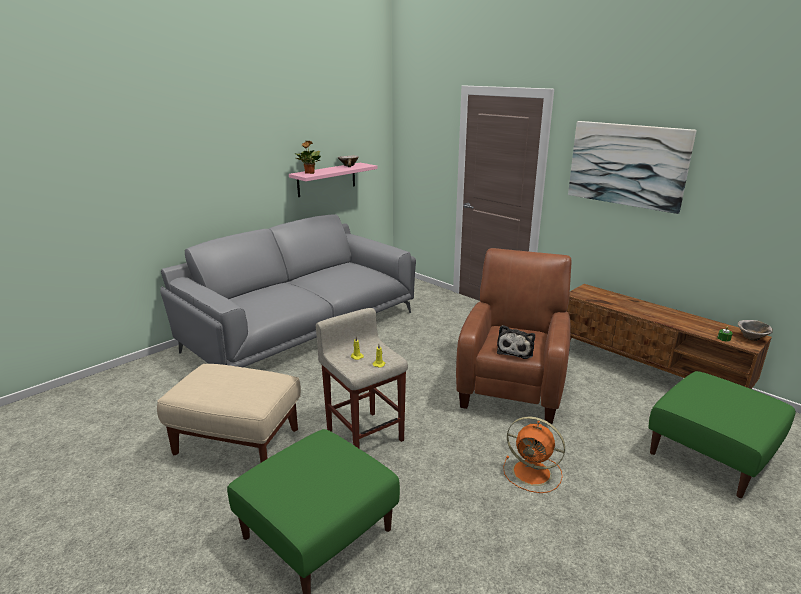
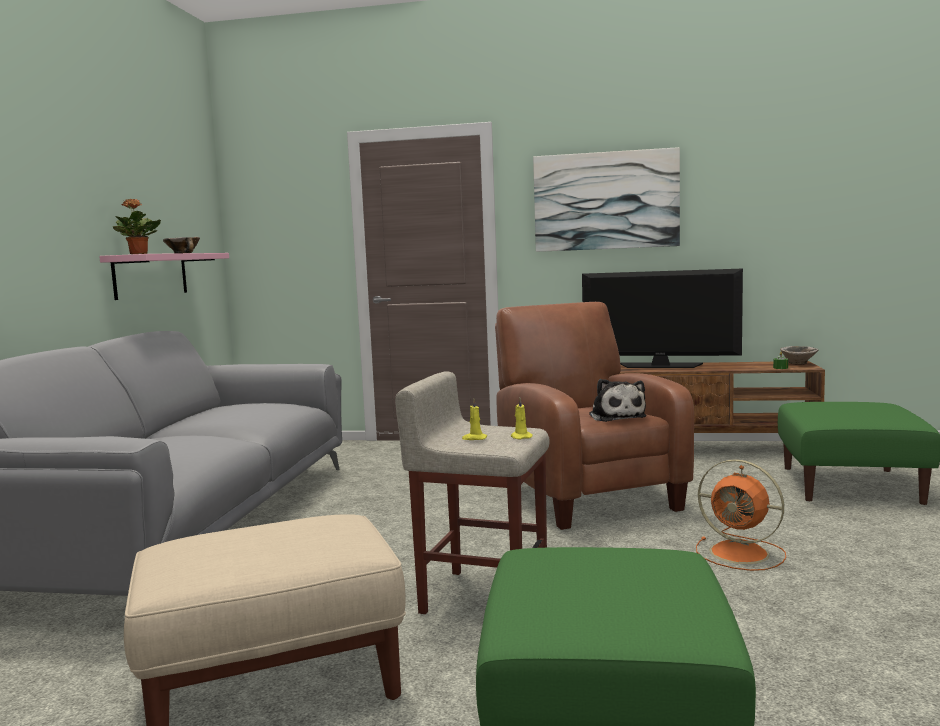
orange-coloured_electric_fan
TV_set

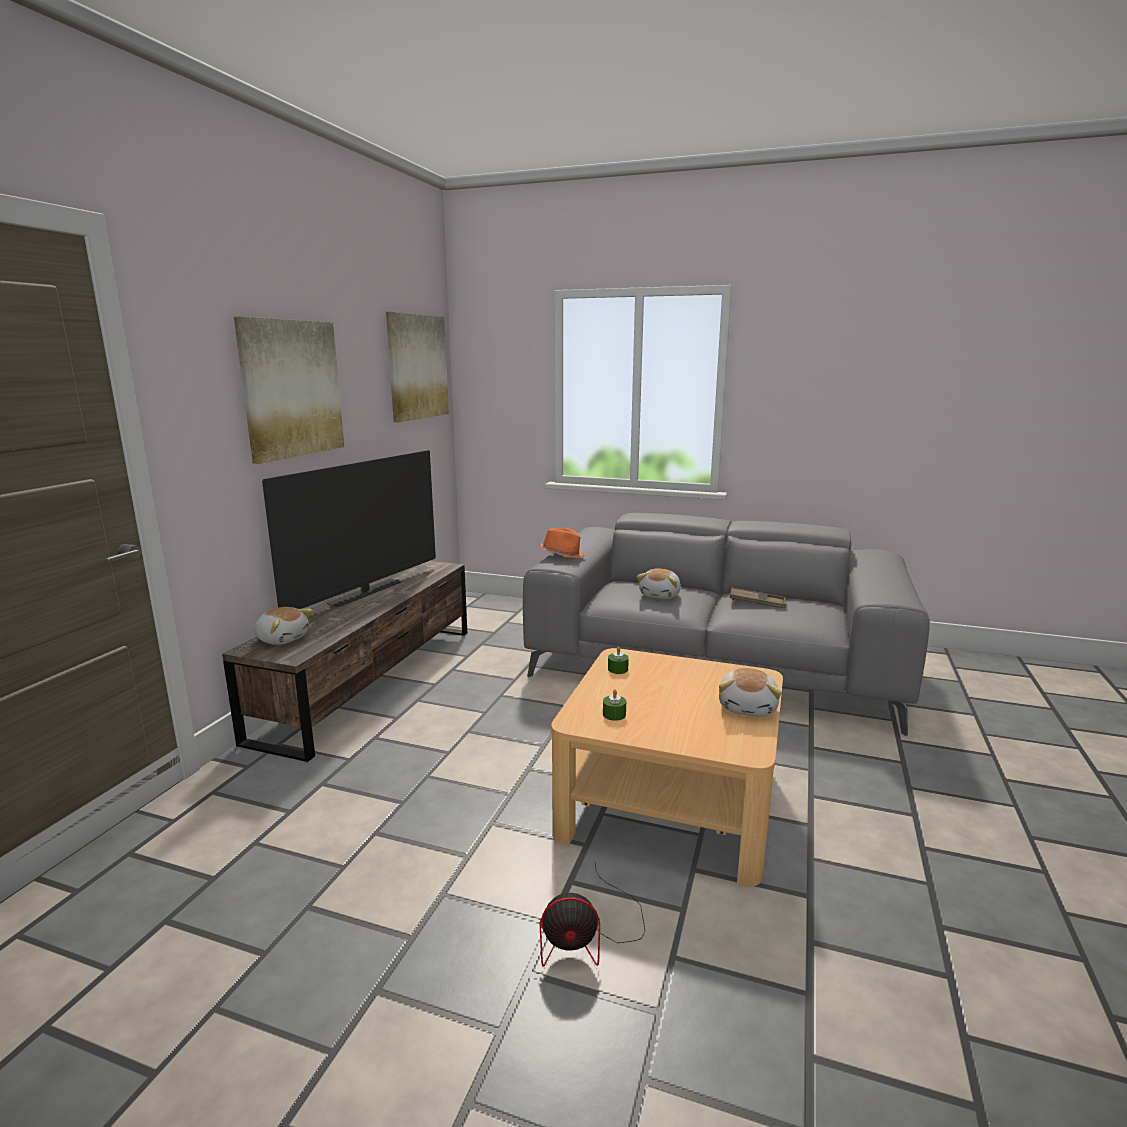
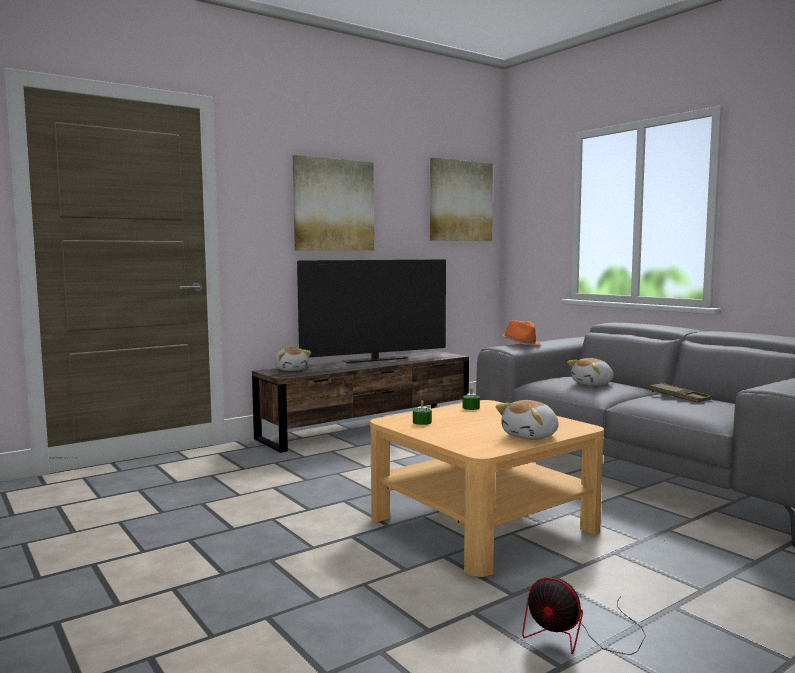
electric_fan

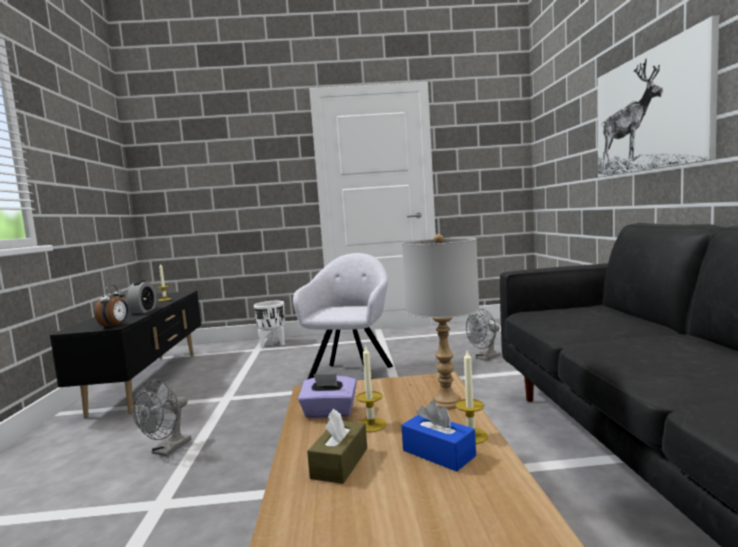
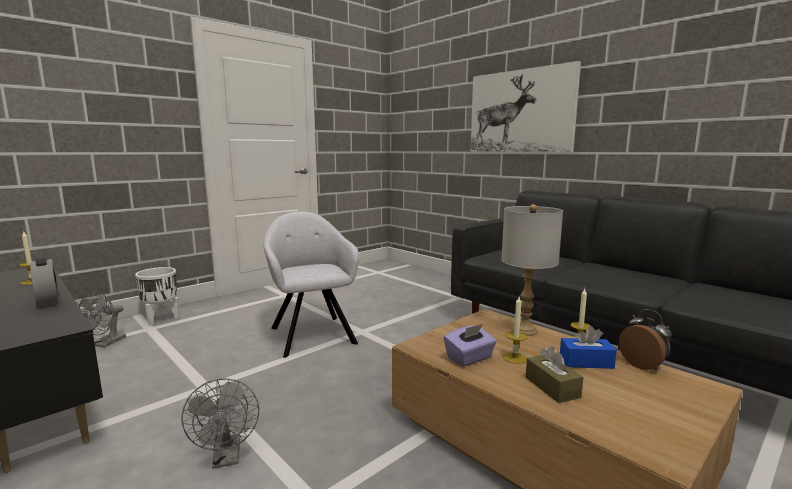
bedside_clock (no. 2 from left)
gray_electric_fan (no. 1 from left)

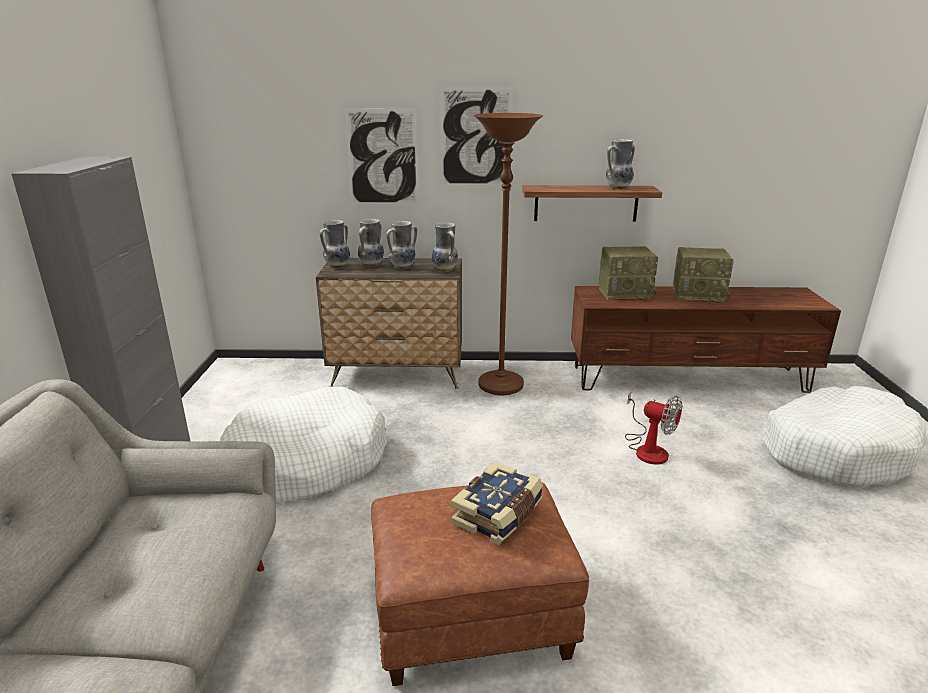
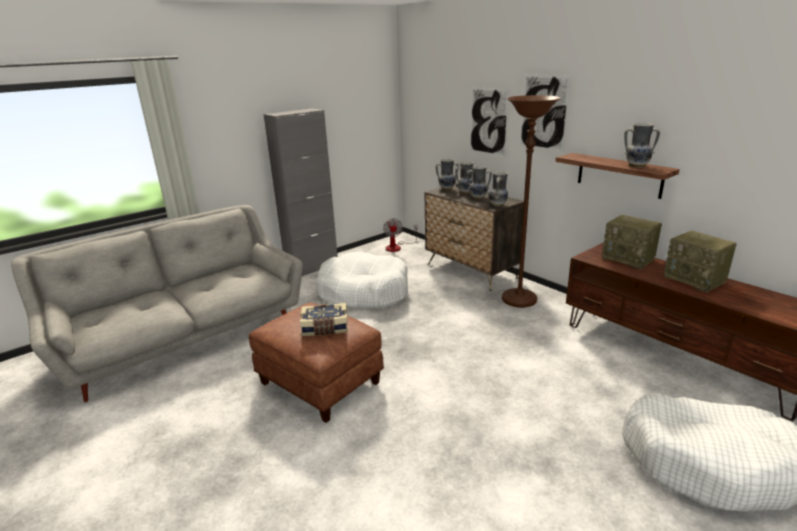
electric_fan

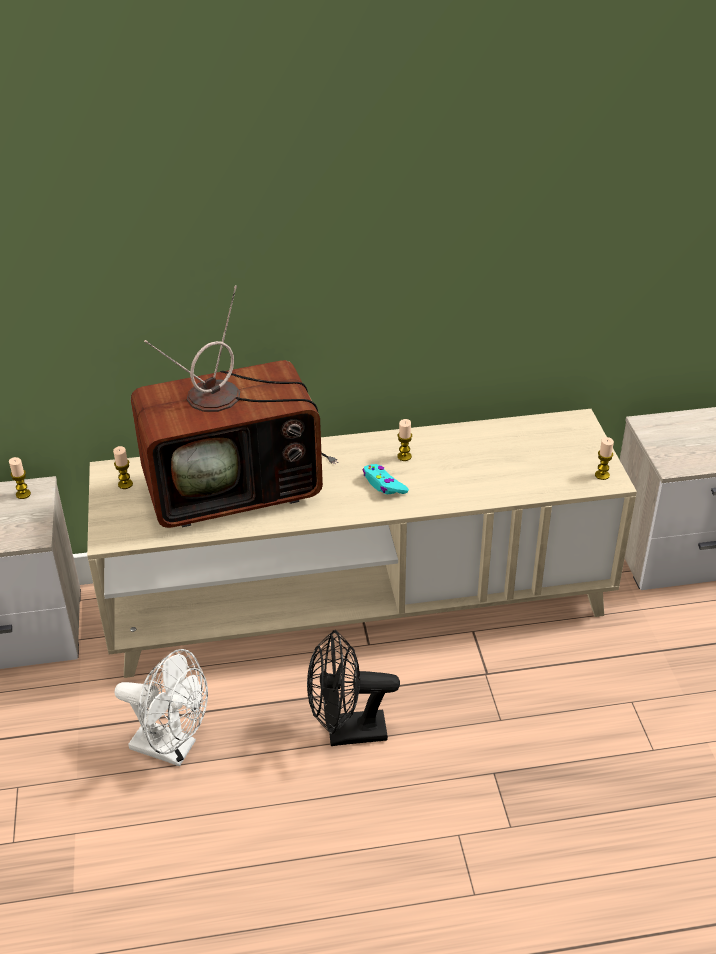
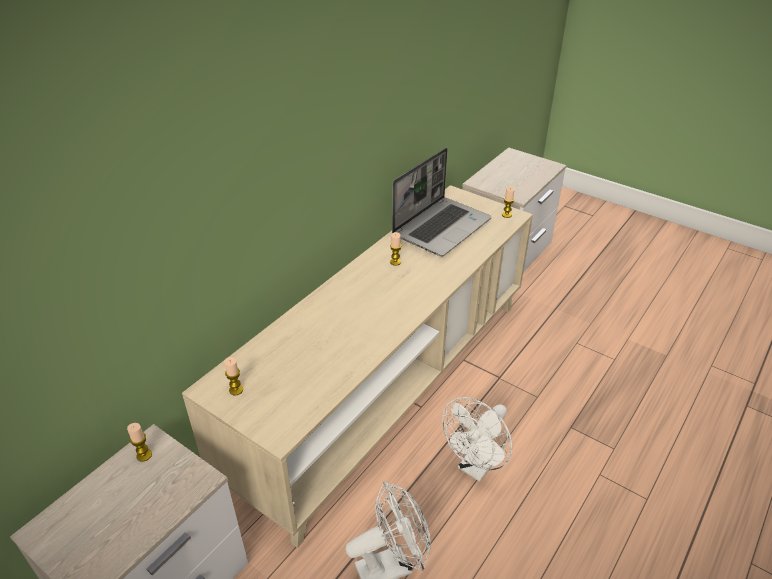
TV_set
white_electric_fan (no. 2 from left)
turquoise_joypad
notebook_computer

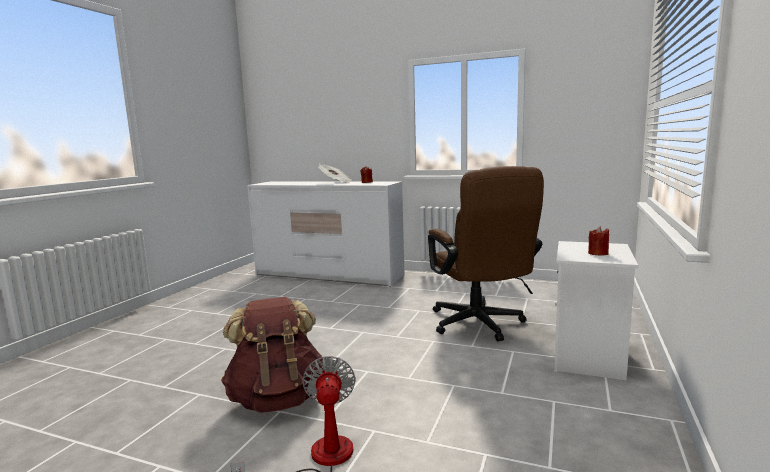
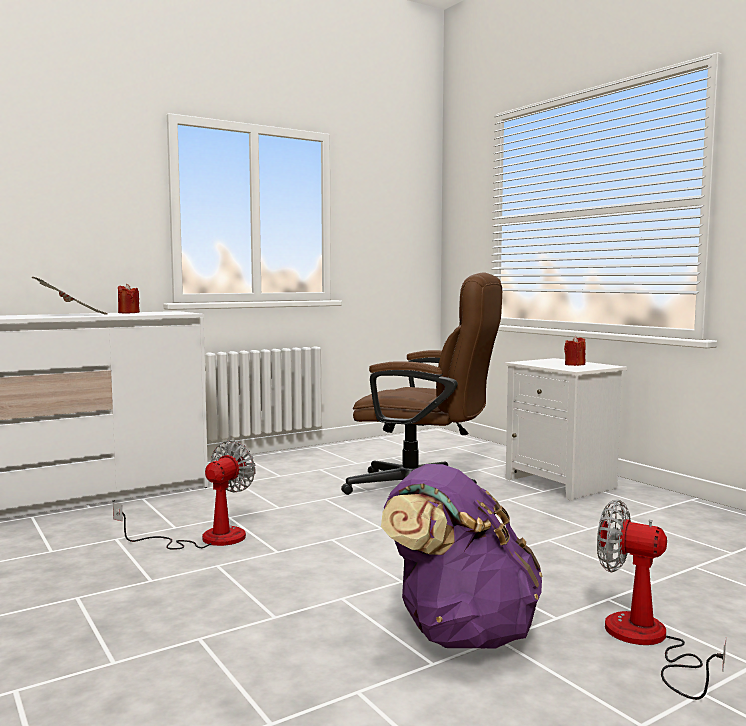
purplish_backpack
electric_fan (no. 1 from left)

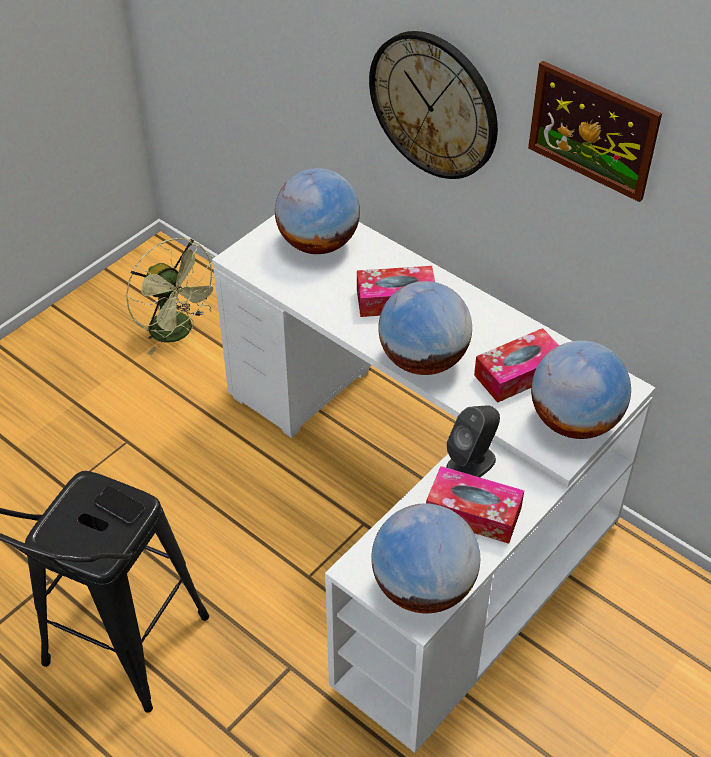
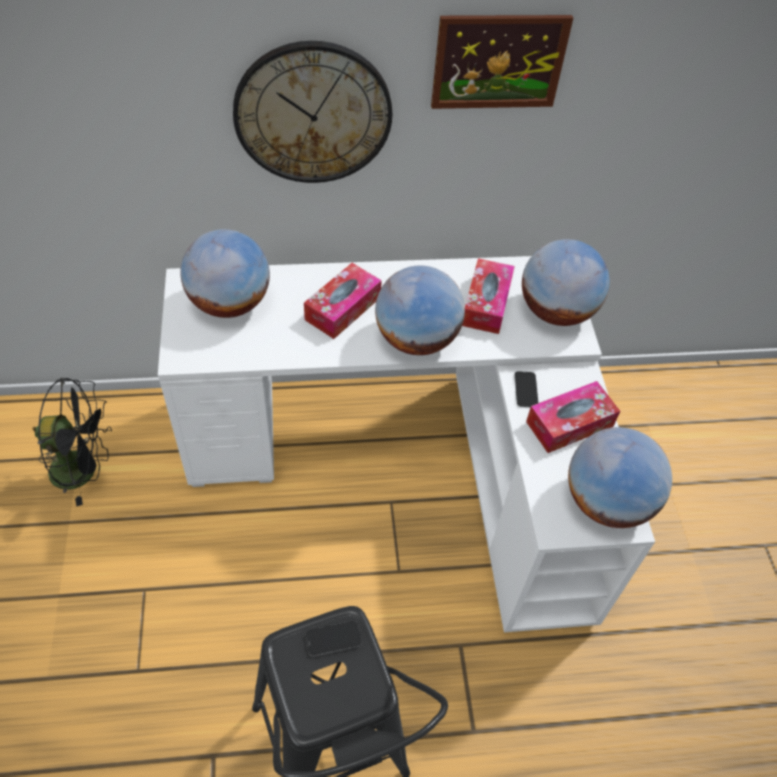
black_electric_fan
telephone (no. 2 from left)

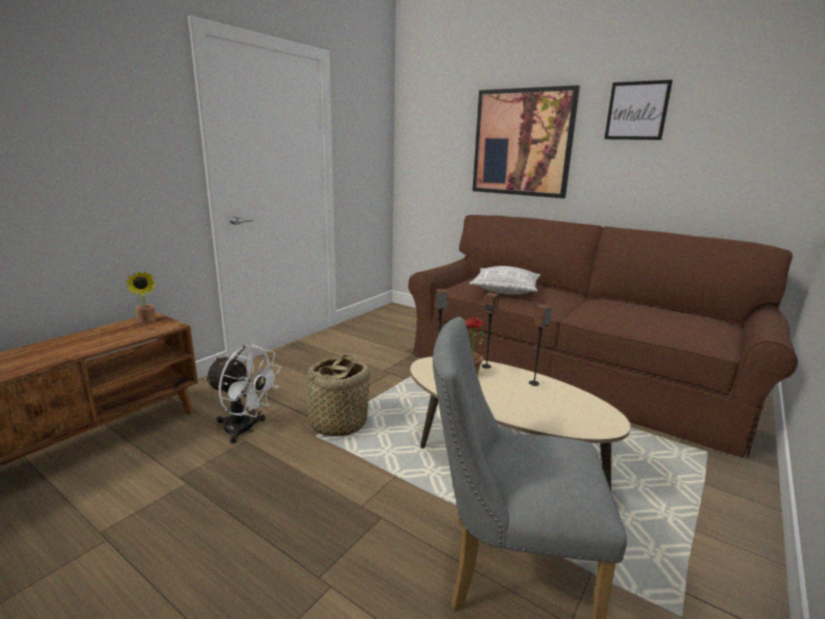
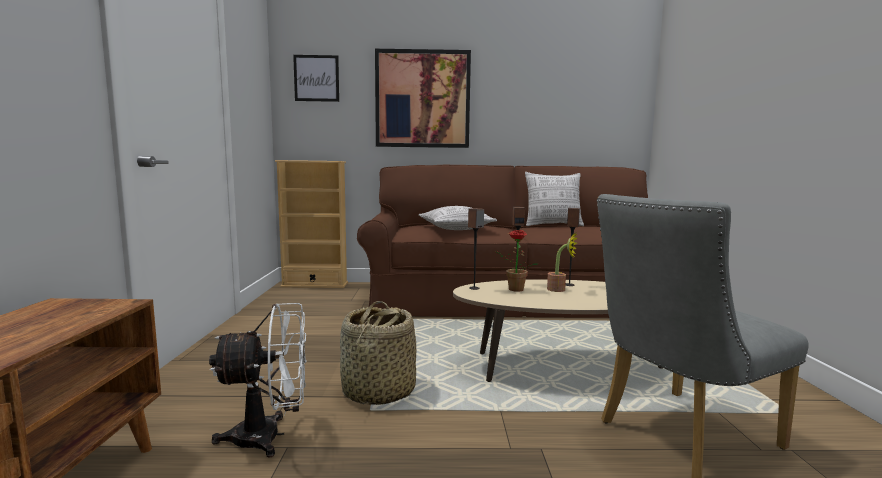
houseplant (no. 2 from left)
wall_picture (no. 1 from left)
beige_shelving_unit
pillow (no. 2 from left)

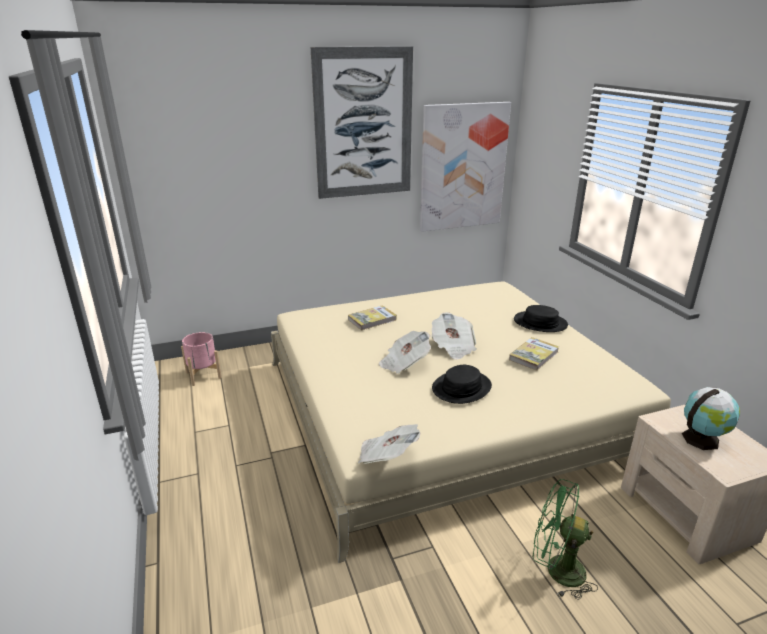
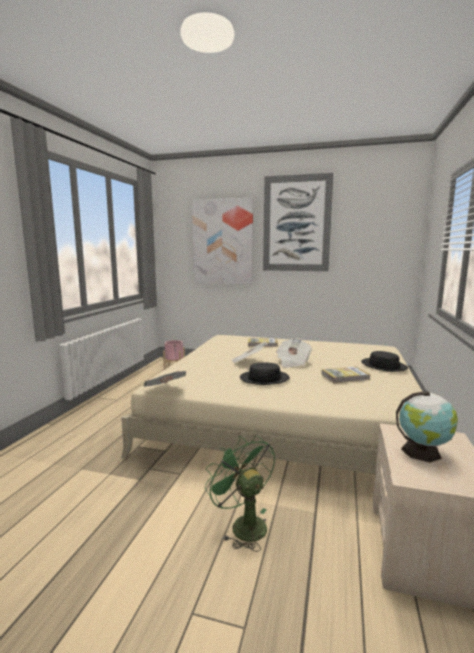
wall_picture (no. 1 from left)

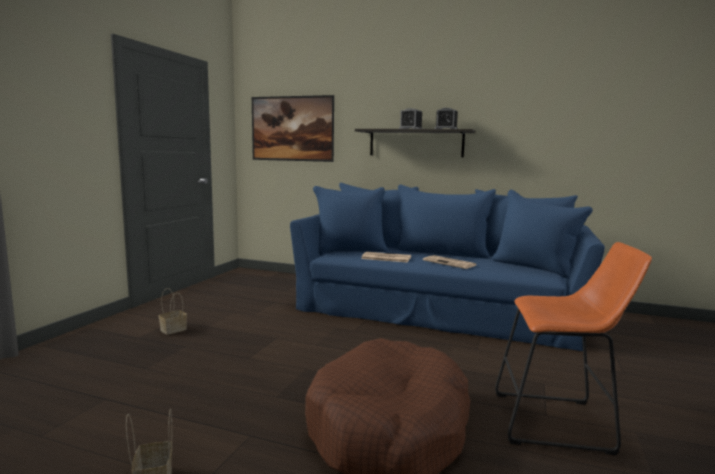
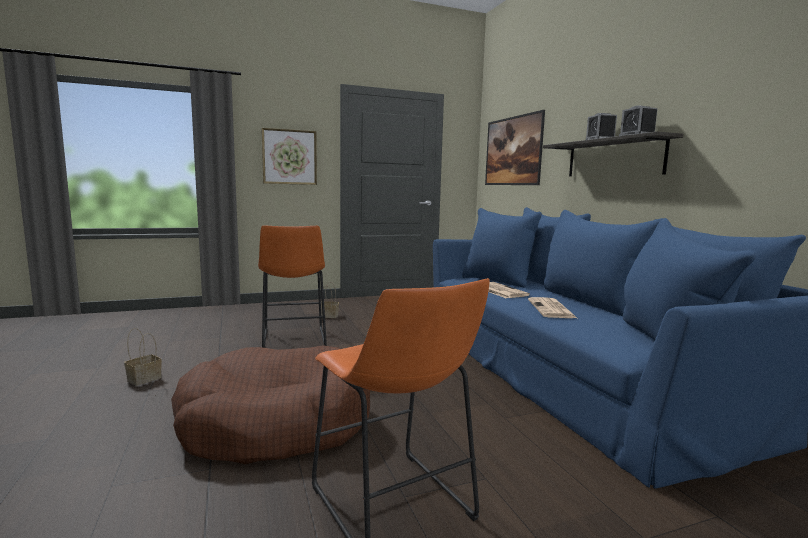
orange-coloured_sitting_stool (no. 1 from left)
wall_picture (no. 1 from left)

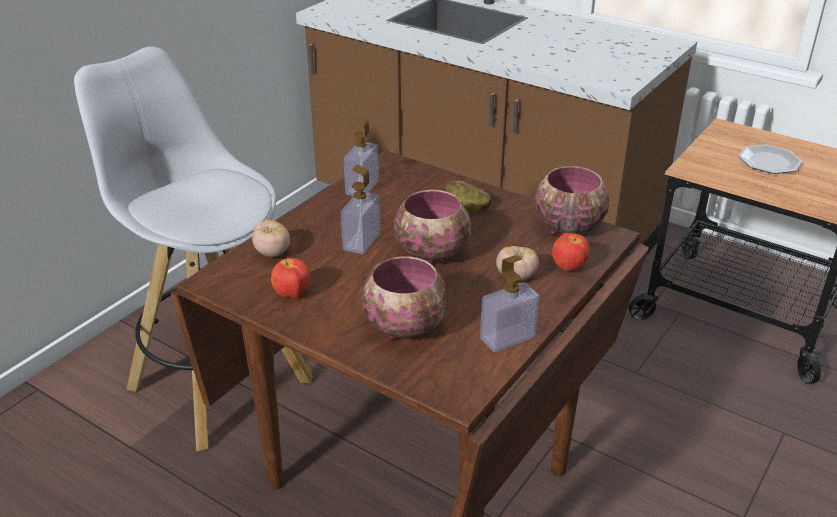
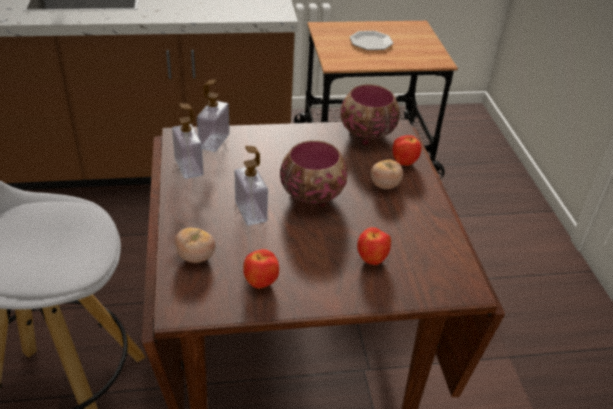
apple_fruit (no. 2 from left)
spud
liquid_soap_bottle (no. 2 from left)

